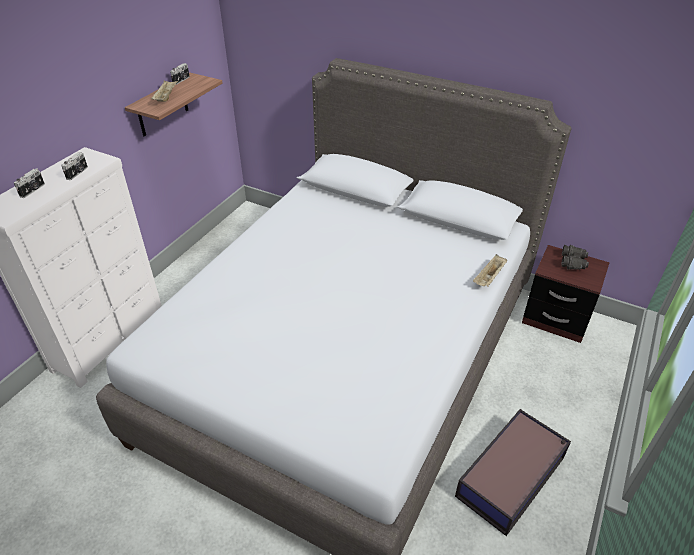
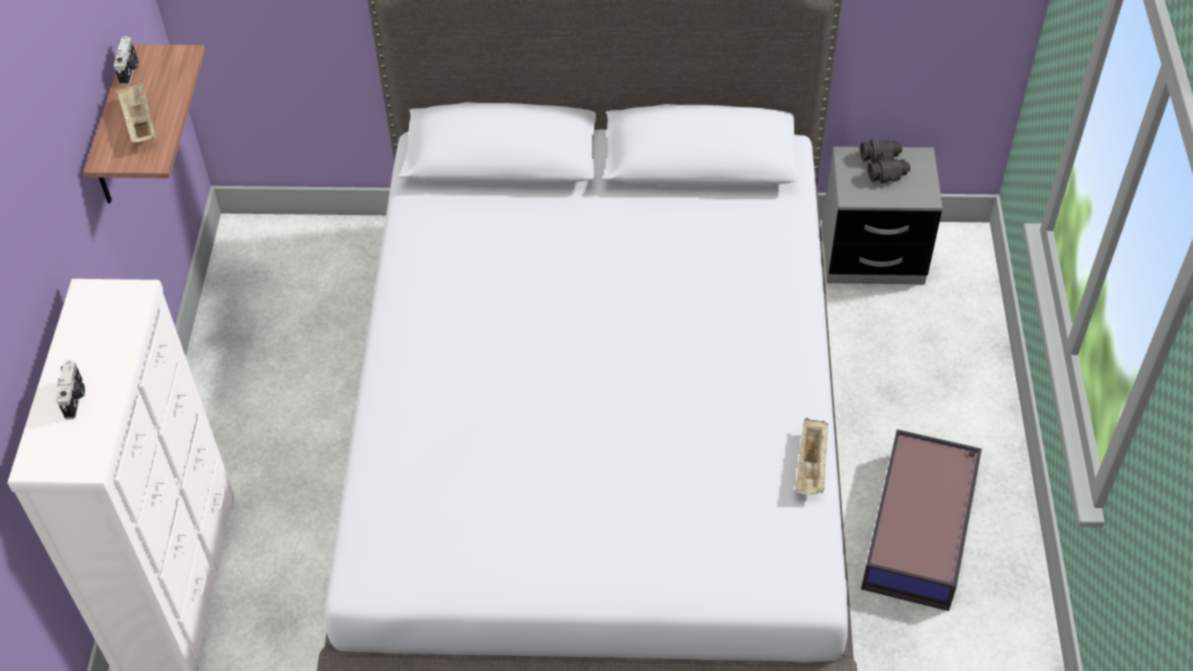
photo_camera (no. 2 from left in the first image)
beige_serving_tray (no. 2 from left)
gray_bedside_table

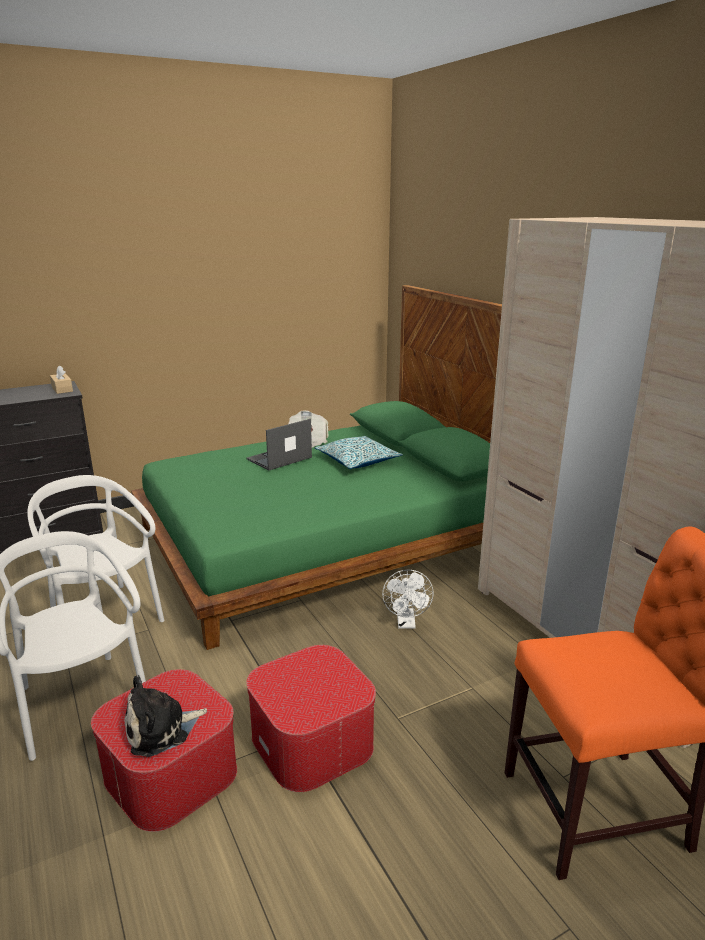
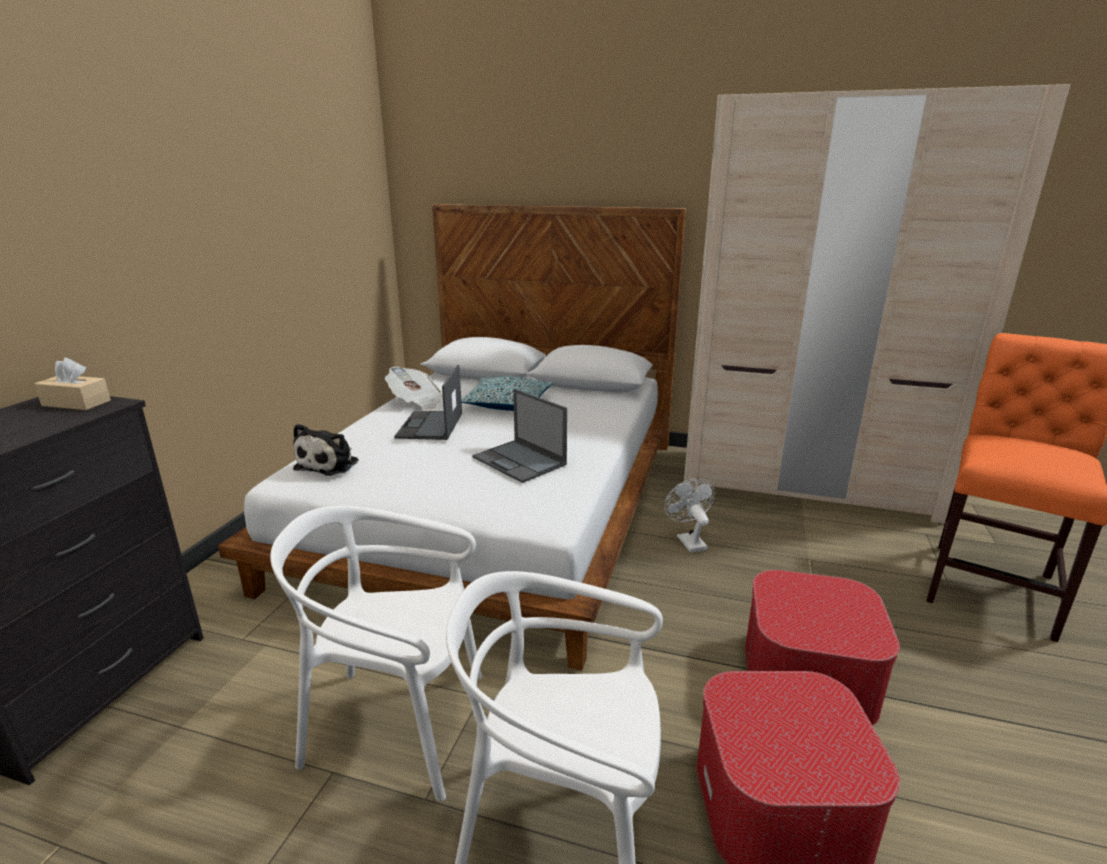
cuddly_toy
white_sleeping_bed
white_electric_fan
notebook_computer (no. 2 from left)

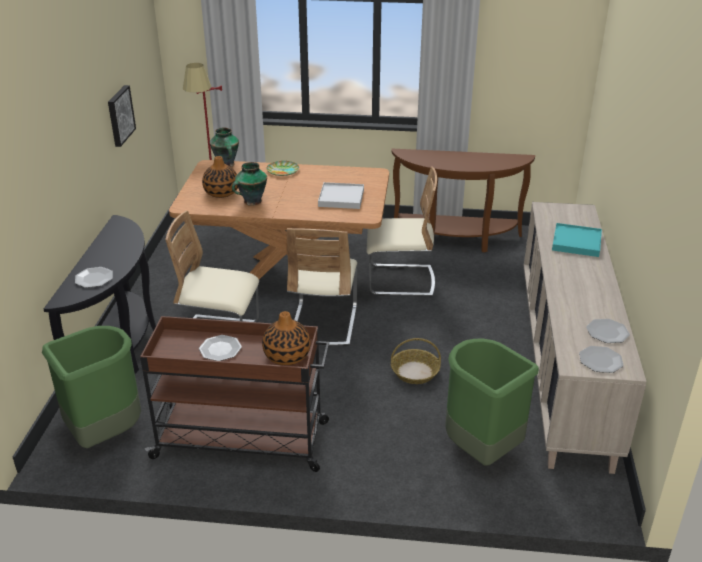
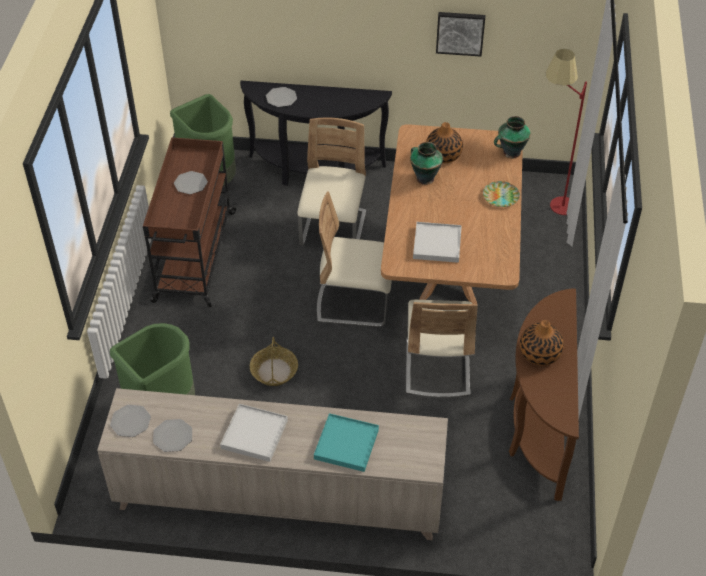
vase (no. 4 from left)
white_serving_tray (no. 1 from left)

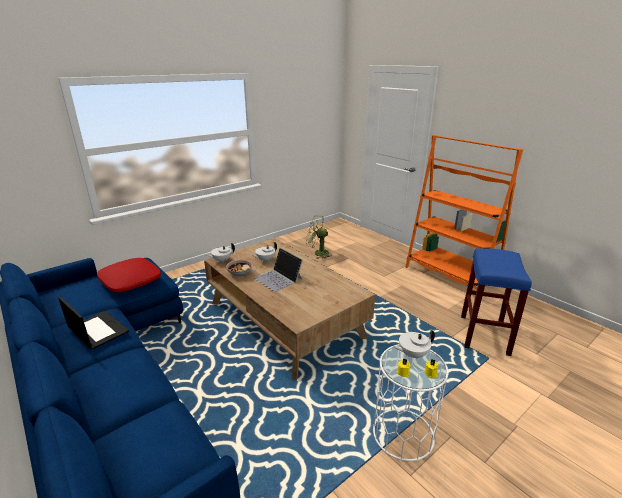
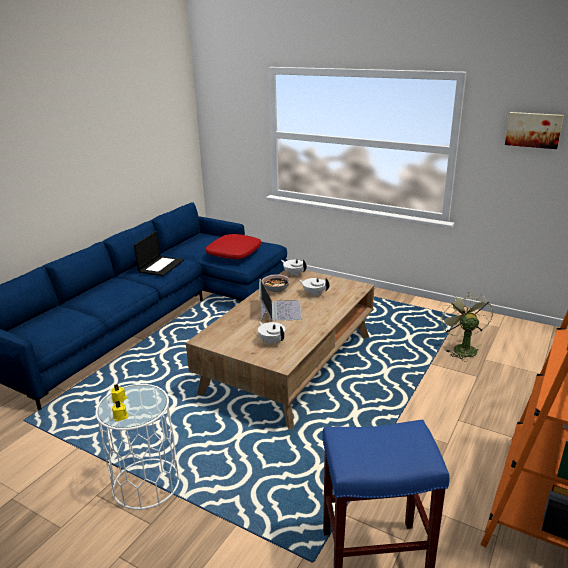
notebook_computer (no. 2 from left)
white_teapot (no. 1 from left)
wall_picture

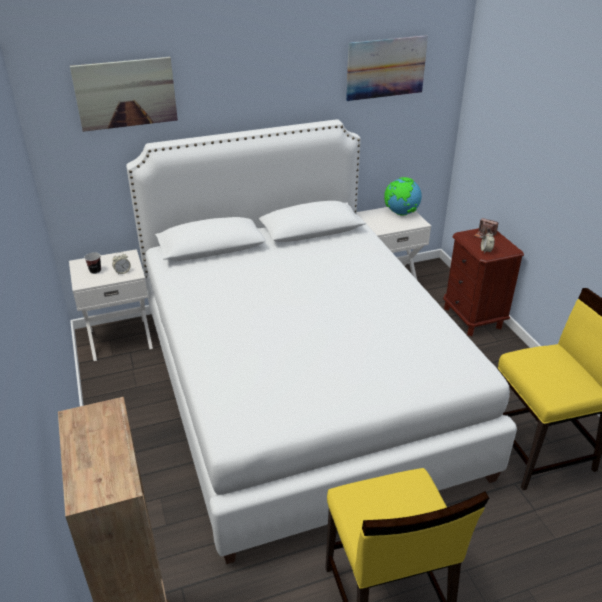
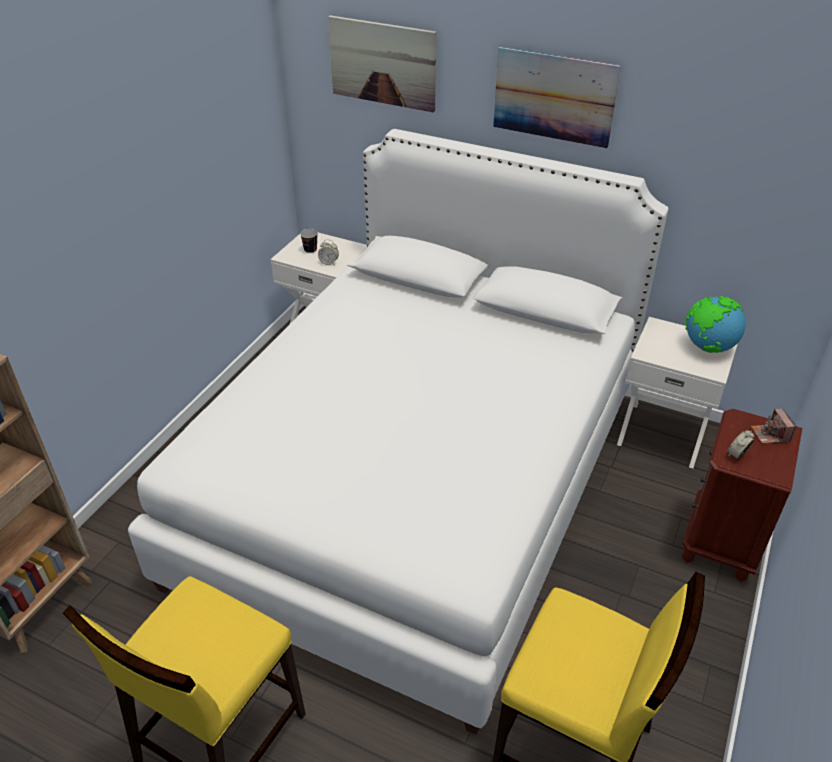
wall_picture (no. 2 from left)

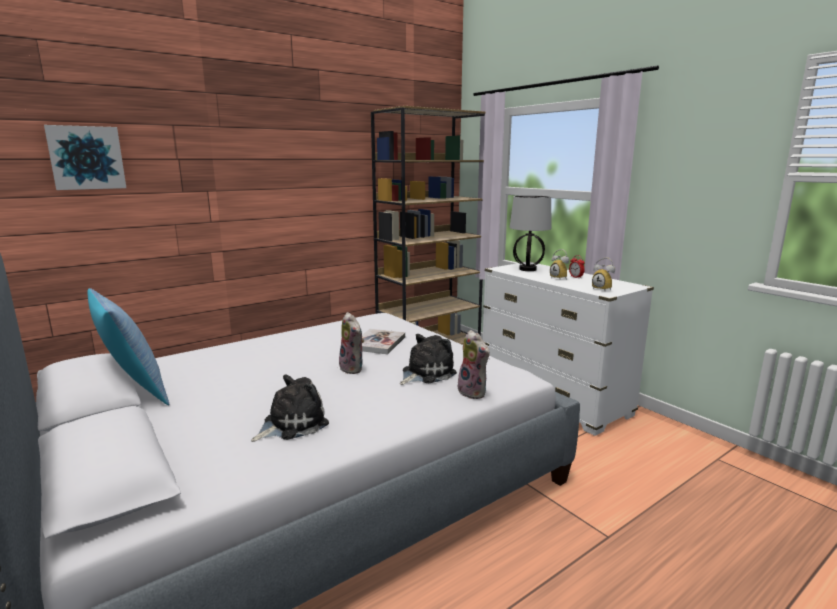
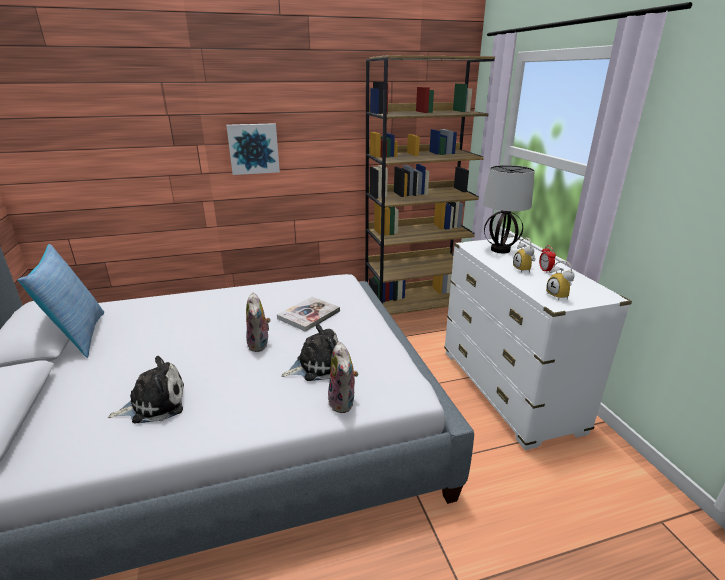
wall_picture

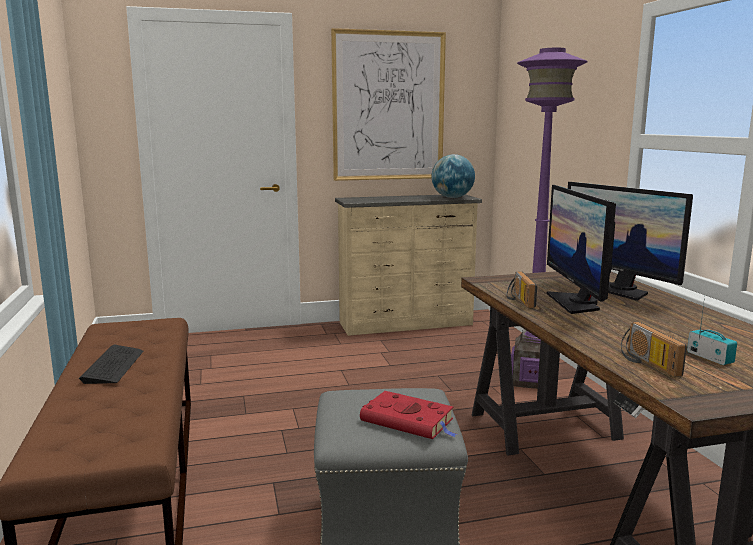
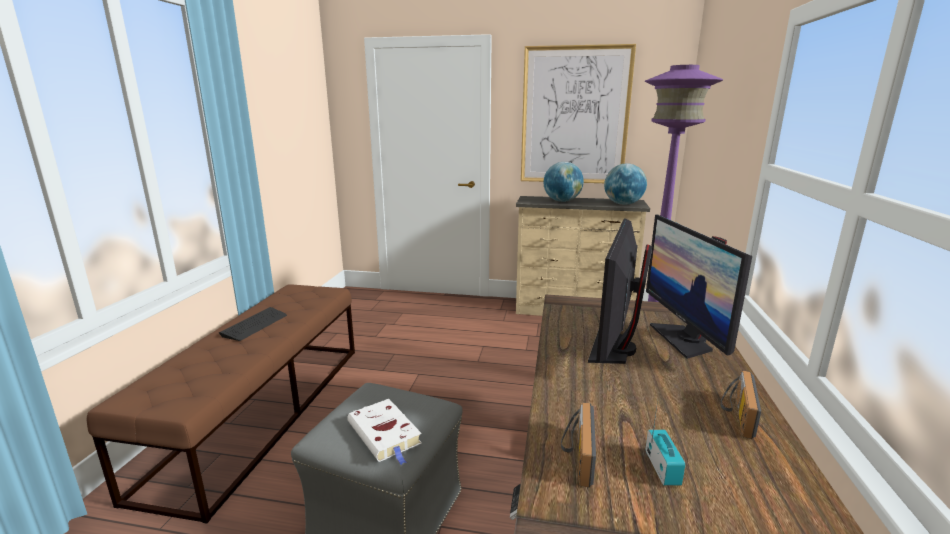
white_book
radio (no. 3 from left)
desk_globe (no. 1 from left)

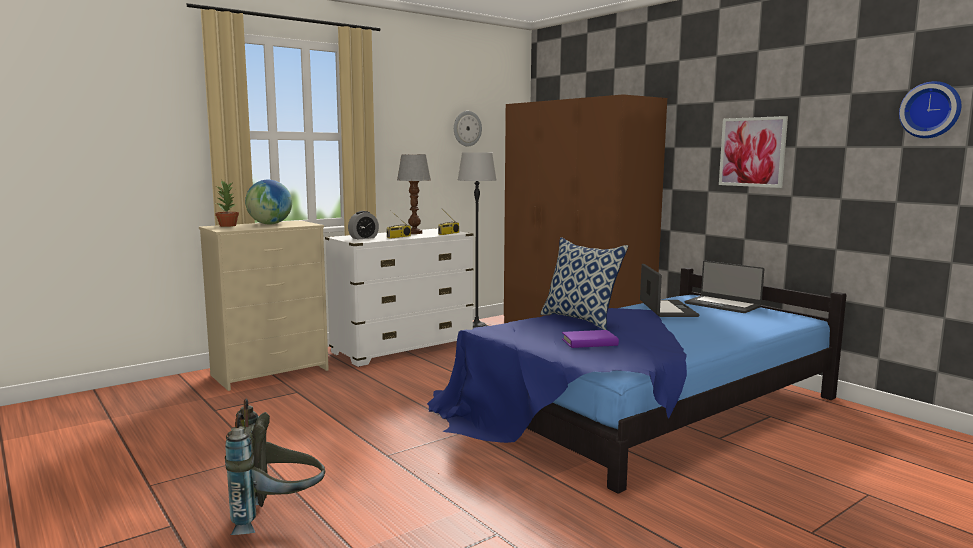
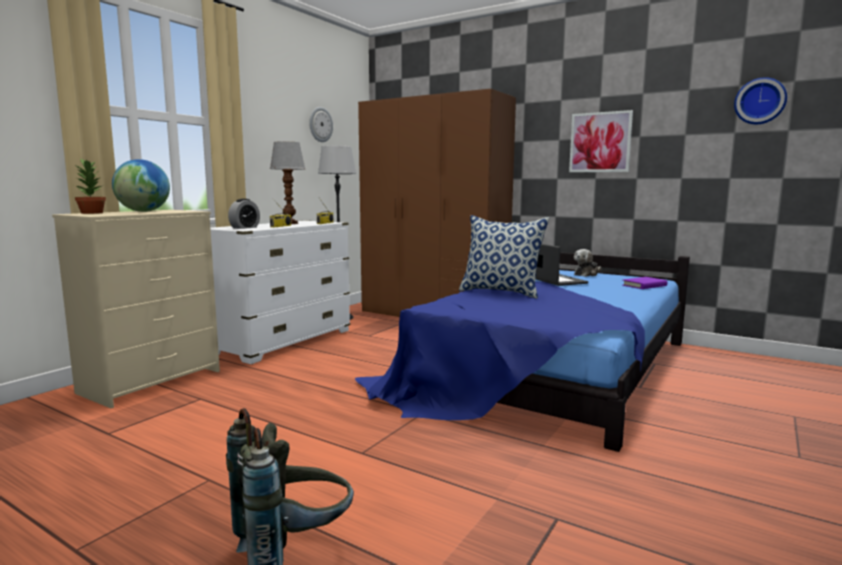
purplish_book
cuddly_toy

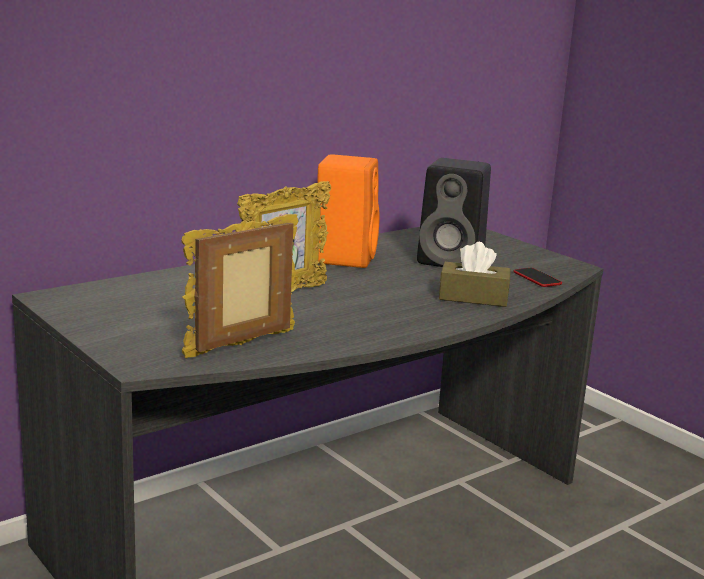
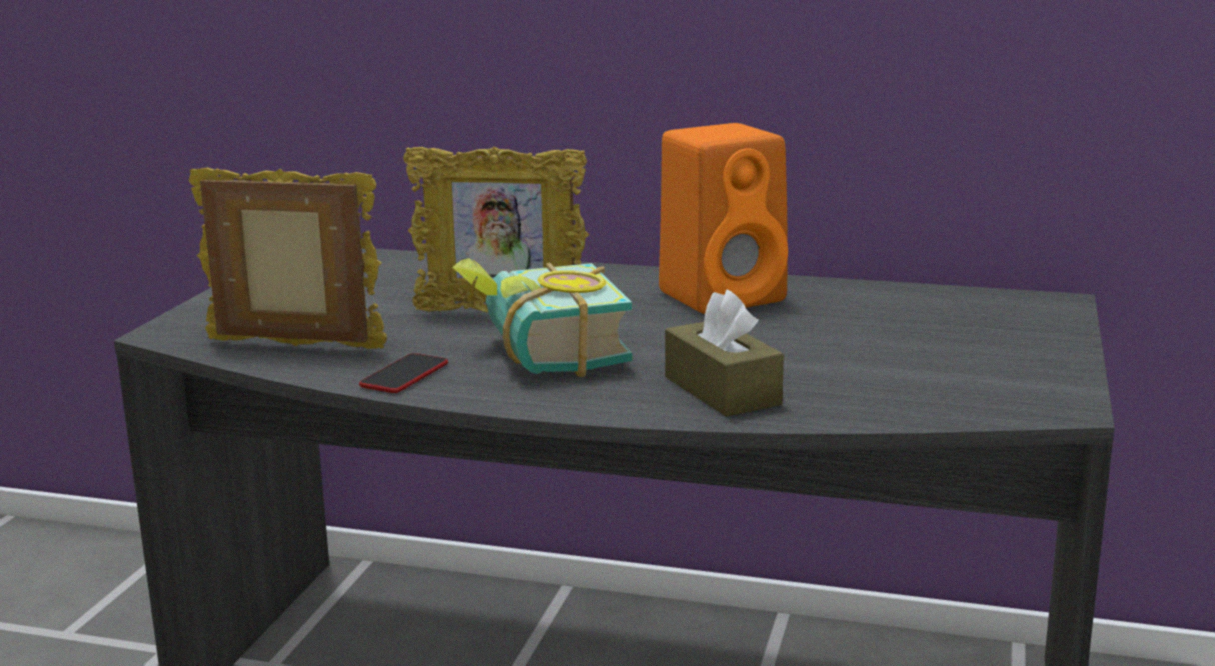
black_speaker
telephone
book

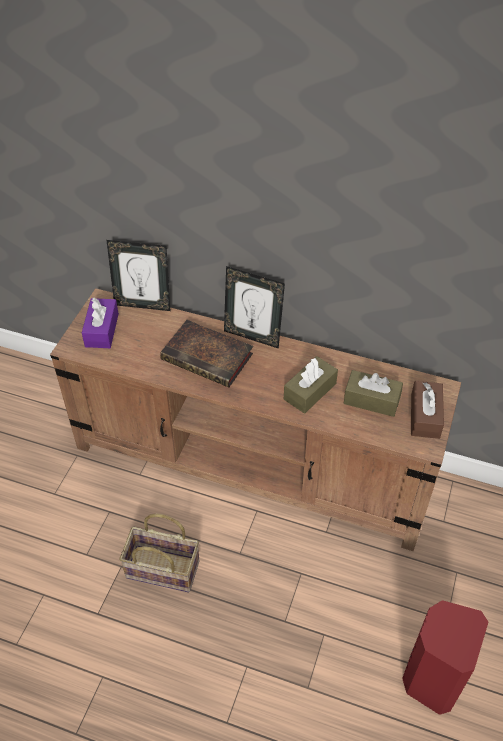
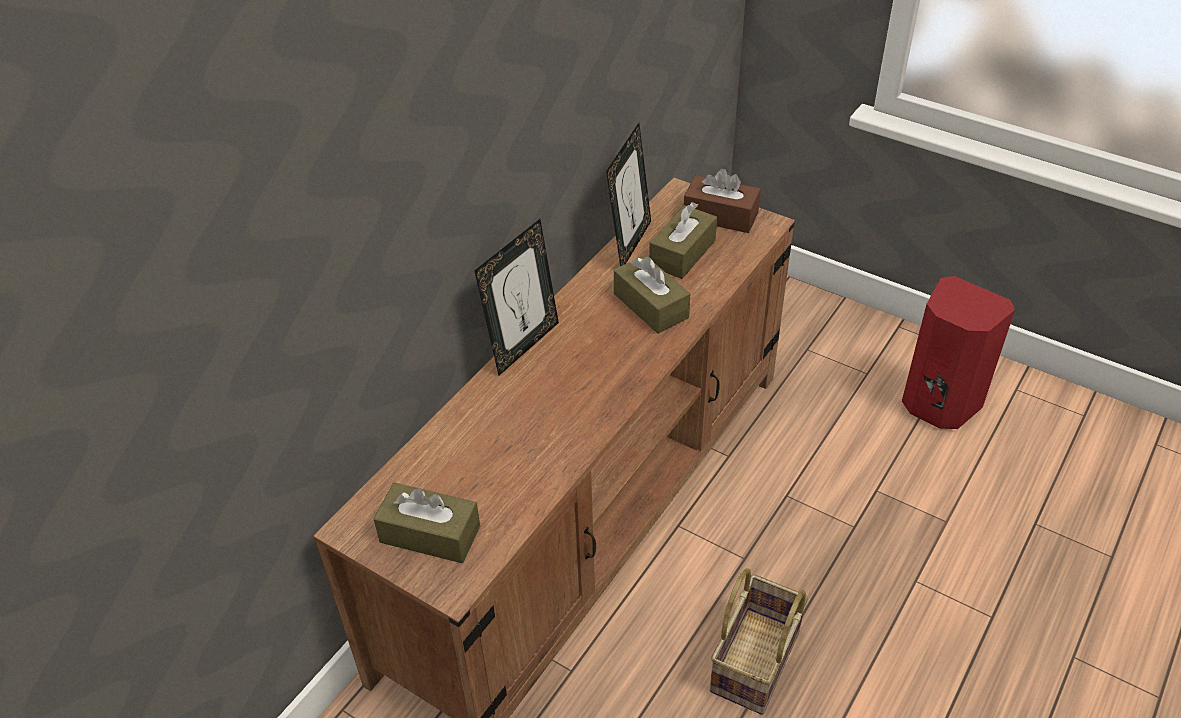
brown-coloured_tissue_holder (no. 1 from left)
picture_frame (no. 2 from left)
book

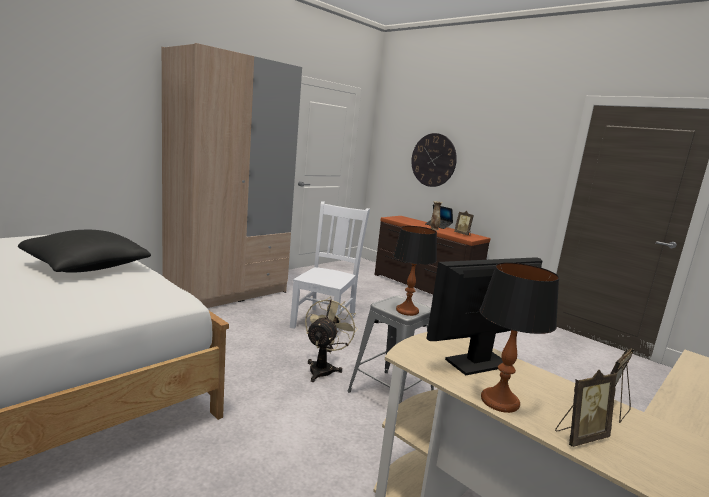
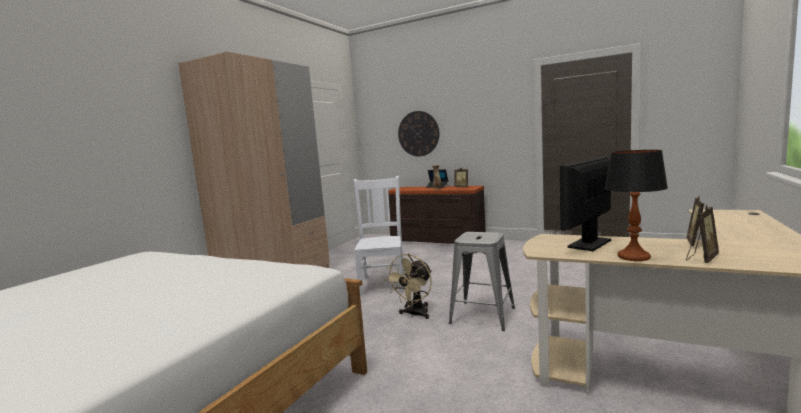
black_pillow
beige_electric_fan
lamp_for_a_table (no. 1 from left in the first image)

